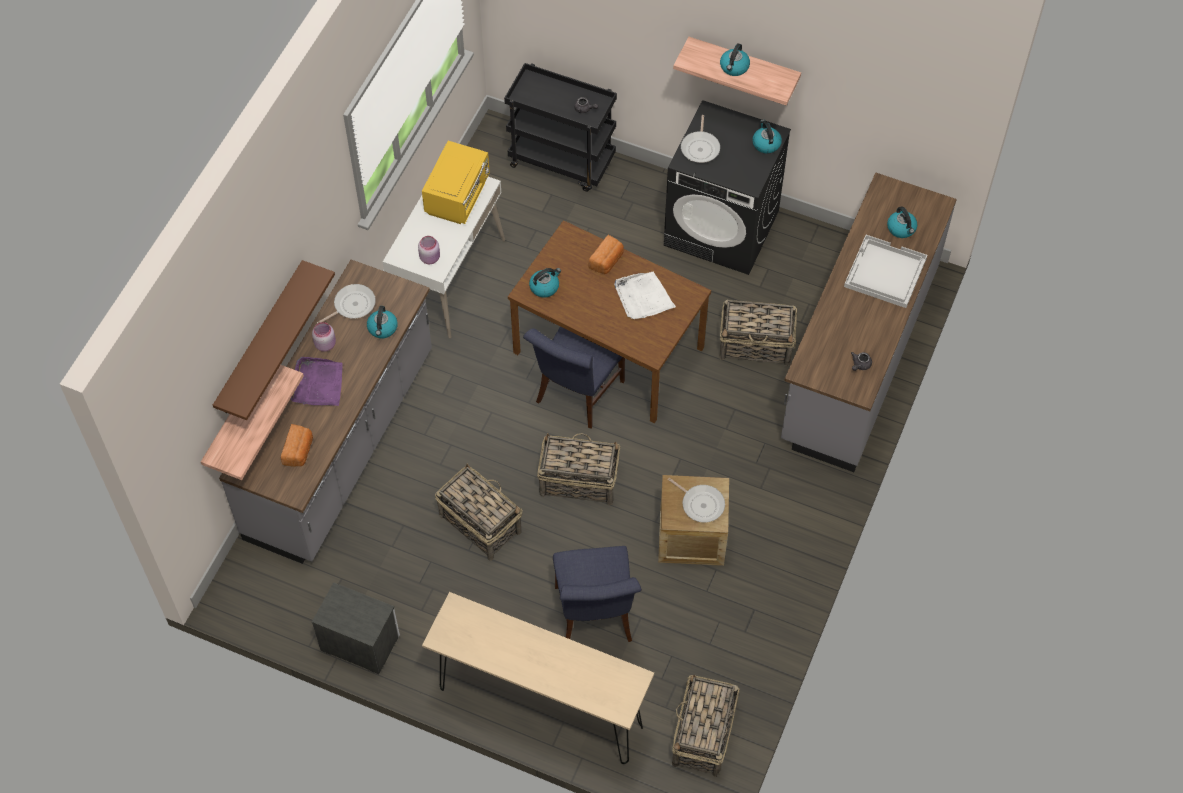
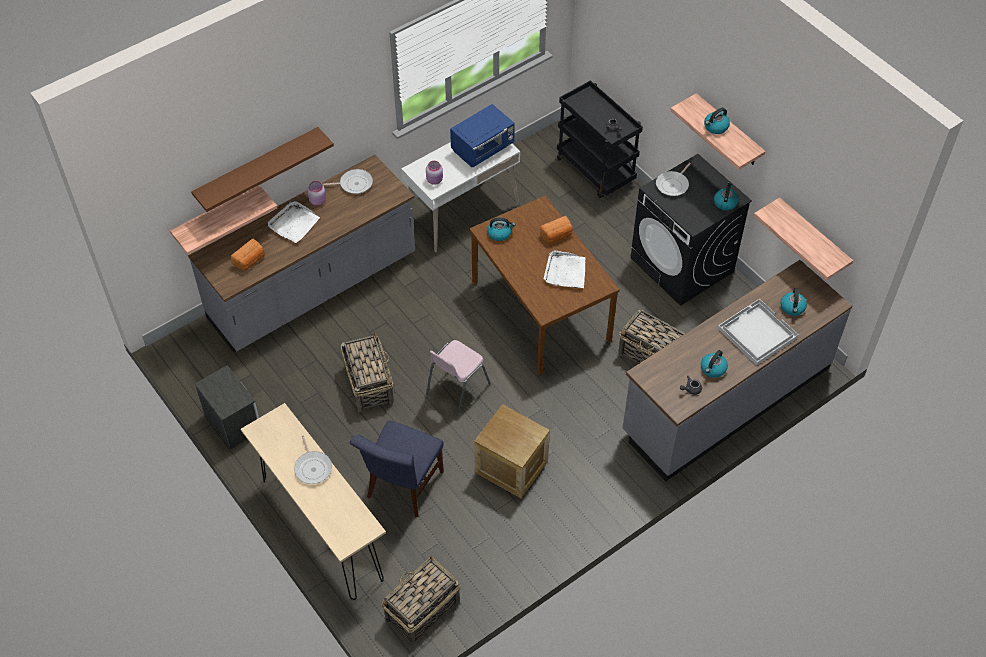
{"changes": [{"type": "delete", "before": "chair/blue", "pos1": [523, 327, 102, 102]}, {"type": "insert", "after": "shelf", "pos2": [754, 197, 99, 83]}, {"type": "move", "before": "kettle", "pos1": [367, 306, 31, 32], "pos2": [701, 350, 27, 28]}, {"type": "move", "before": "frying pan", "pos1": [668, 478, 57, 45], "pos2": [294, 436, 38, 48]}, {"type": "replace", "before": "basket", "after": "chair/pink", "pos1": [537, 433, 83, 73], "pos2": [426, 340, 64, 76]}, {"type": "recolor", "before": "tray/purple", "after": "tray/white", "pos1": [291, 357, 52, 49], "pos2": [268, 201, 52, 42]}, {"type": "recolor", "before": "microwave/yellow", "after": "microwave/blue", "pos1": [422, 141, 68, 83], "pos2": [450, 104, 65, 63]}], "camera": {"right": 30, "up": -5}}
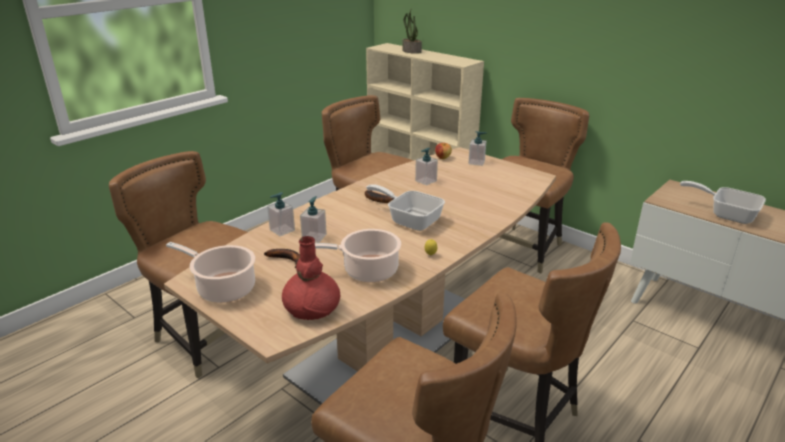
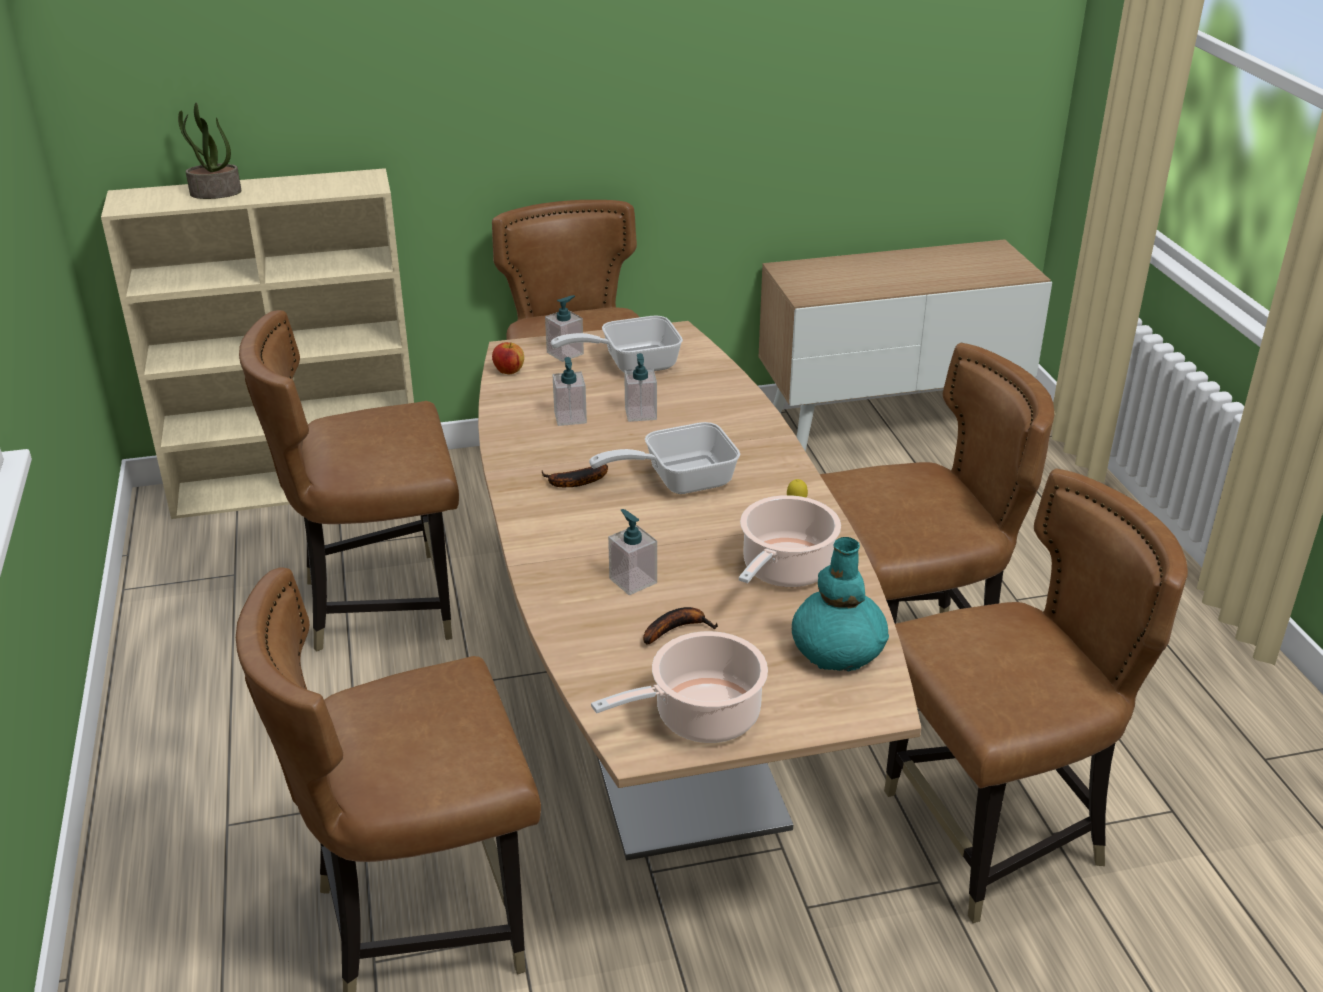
{"changes": [{"type": "move", "before": "soap dispenser", "pos1": [267, 192, 28, 44], "pos2": [624, 353, 33, 69]}, {"type": "move", "before": "frying pan", "pos1": [680, 181, 86, 43], "pos2": [551, 316, 132, 56]}, {"type": "recolor", "before": "vase/red", "after": "vase/turquoise", "pos1": [282, 236, 58, 84], "pos2": [792, 537, 97, 135]}], "camera": {"right": -55, "up": 5}}
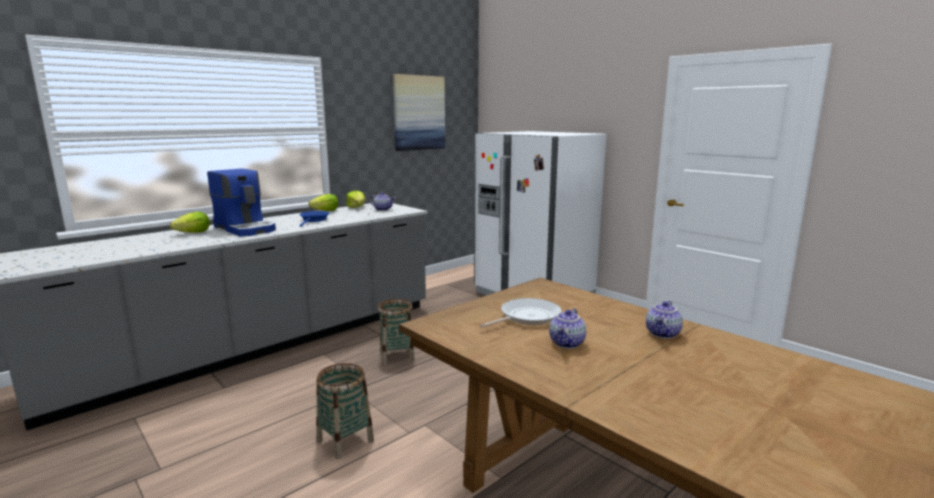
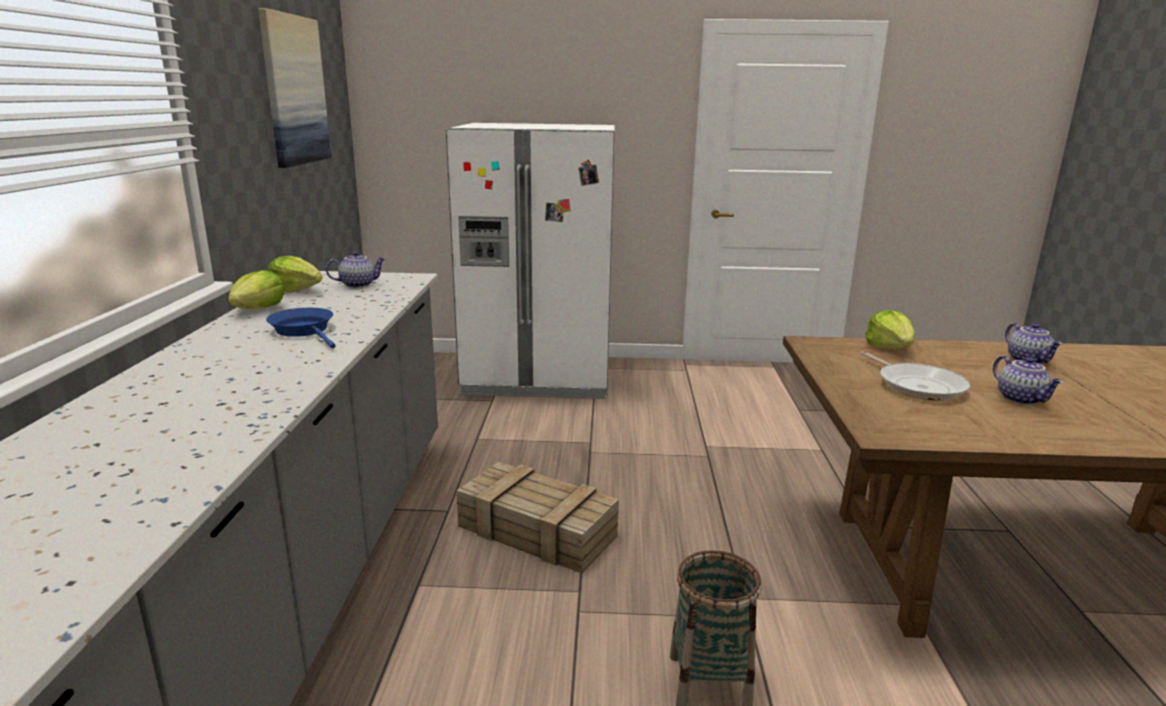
{"changes": [{"type": "delete", "before": "coffee machine", "pos1": [207, 169, 69, 67]}, {"type": "move", "before": "lettuce", "pos1": [170, 212, 40, 21], "pos2": [865, 310, 50, 39]}, {"type": "replace", "before": "basket", "after": "crate", "pos1": [378, 299, 37, 66], "pos2": [456, 462, 163, 111]}, {"type": "rotate", "before": "frying pan", "pos1": [480, 298, 82, 30], "pos2": [860, 351, 110, 49], "turn": 150}], "camera": {"right": -45, "up": 5}}
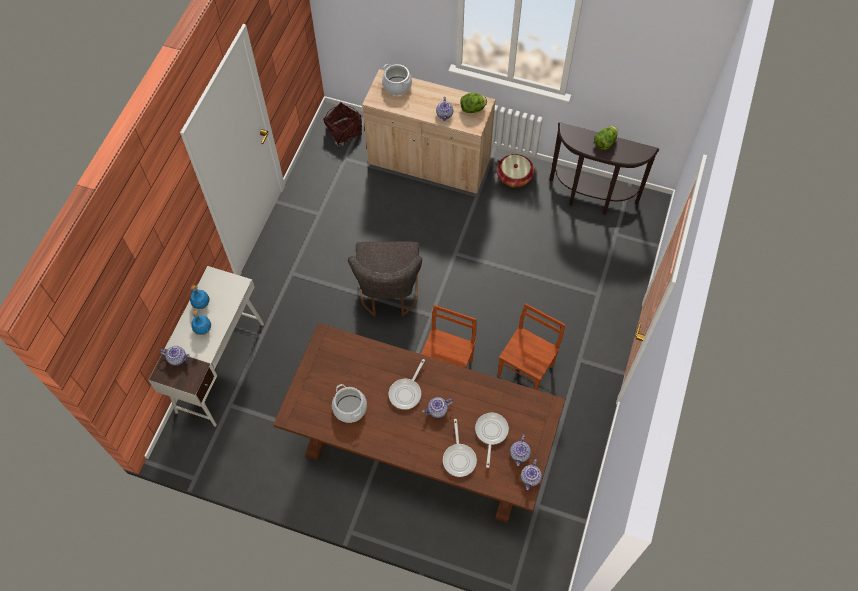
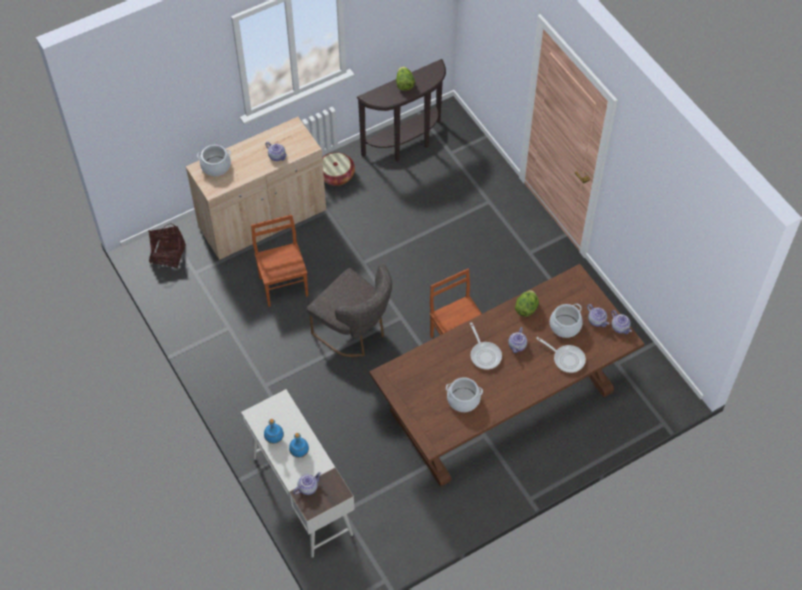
{"changes": [{"type": "move", "before": "lettuce", "pos1": [460, 93, 27, 20], "pos2": [515, 290, 24, 27]}, {"type": "move", "before": "chair/brown", "pos1": [498, 303, 67, 87], "pos2": [251, 215, 57, 92]}, {"type": "replace", "before": "frying pan", "after": "cooking pot", "pos1": [475, 413, 34, 55], "pos2": [550, 304, 33, 34]}], "camera": {"right": -50, "up": -5}}
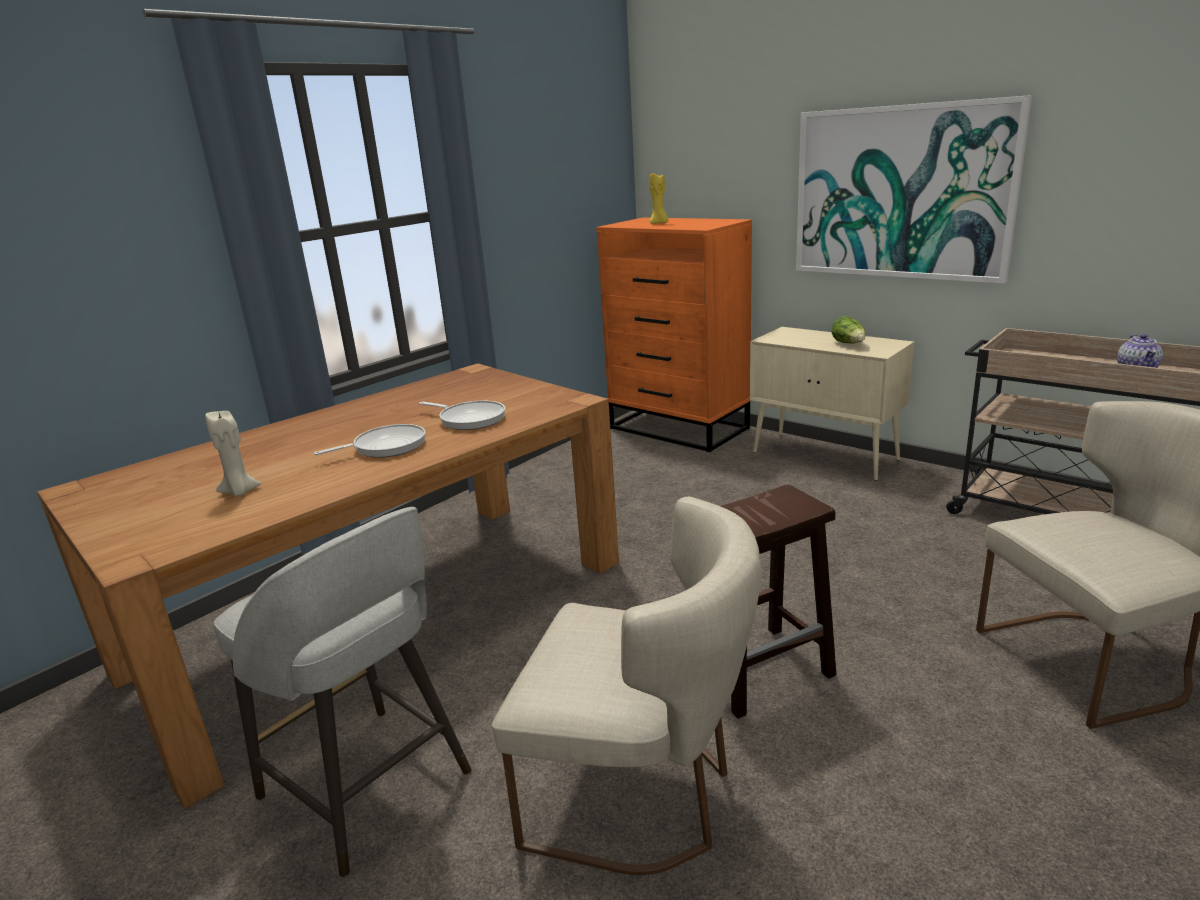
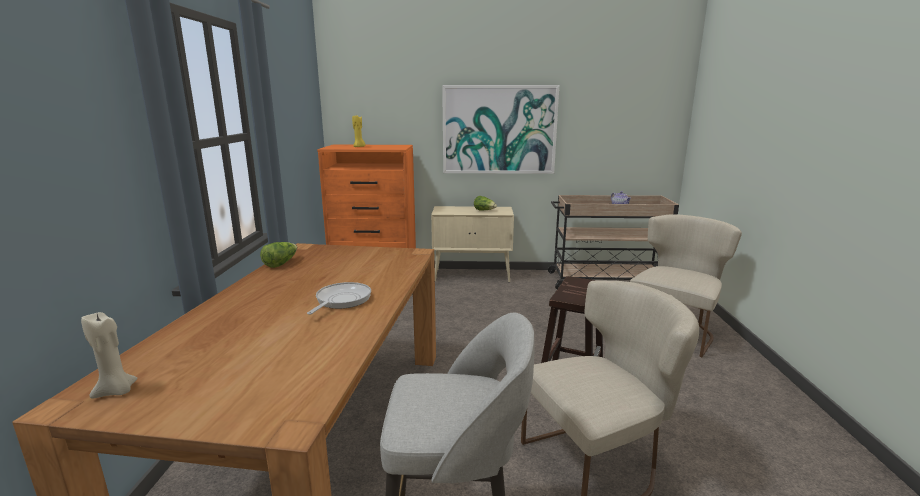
{"changes": [{"type": "delete", "before": "frying pan", "pos1": [419, 401, 86, 29]}, {"type": "insert", "after": "lettuce", "pos2": [260, 242, 37, 26]}, {"type": "move", "before": "candle/beige", "pos1": [205, 410, 56, 86], "pos2": [81, 312, 56, 86]}], "camera": {"right": -40, "up": -5}}
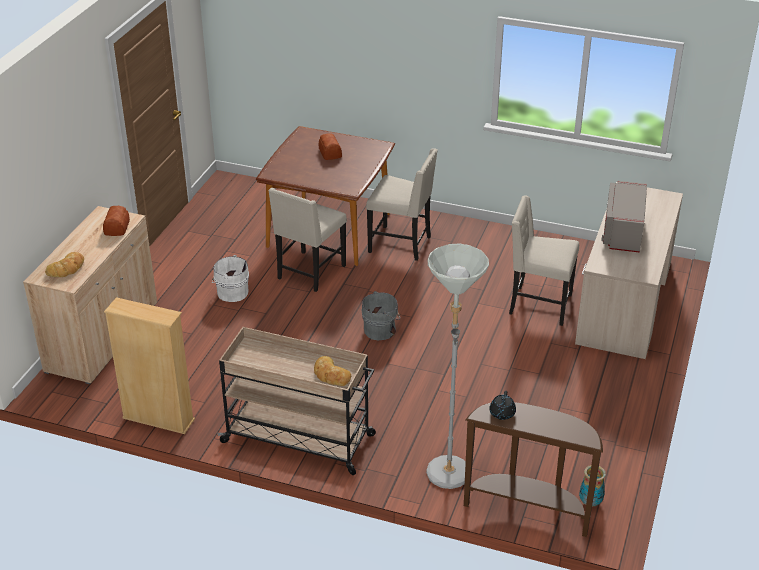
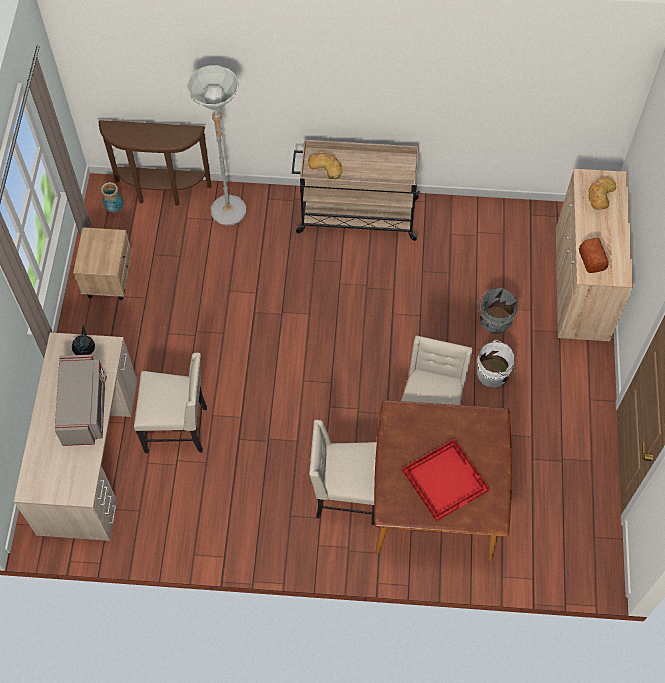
{"changes": [{"type": "delete", "before": "bookcase/beige", "pos1": [104, 297, 91, 137]}, {"type": "insert", "after": "nightstand/beige", "pos2": [73, 227, 59, 73]}, {"type": "move", "before": "bucket/grey", "pos1": [362, 291, 38, 49], "pos2": [477, 288, 41, 46]}, {"type": "move", "before": "teapot/black", "pos1": [489, 391, 27, 29], "pos2": [72, 325, 23, 30]}, {"type": "replace", "before": "bread", "after": "tray/red", "pos1": [319, 133, 23, 27], "pos2": [402, 439, 88, 82]}], "camera": {"right": 165, "up": 25}}
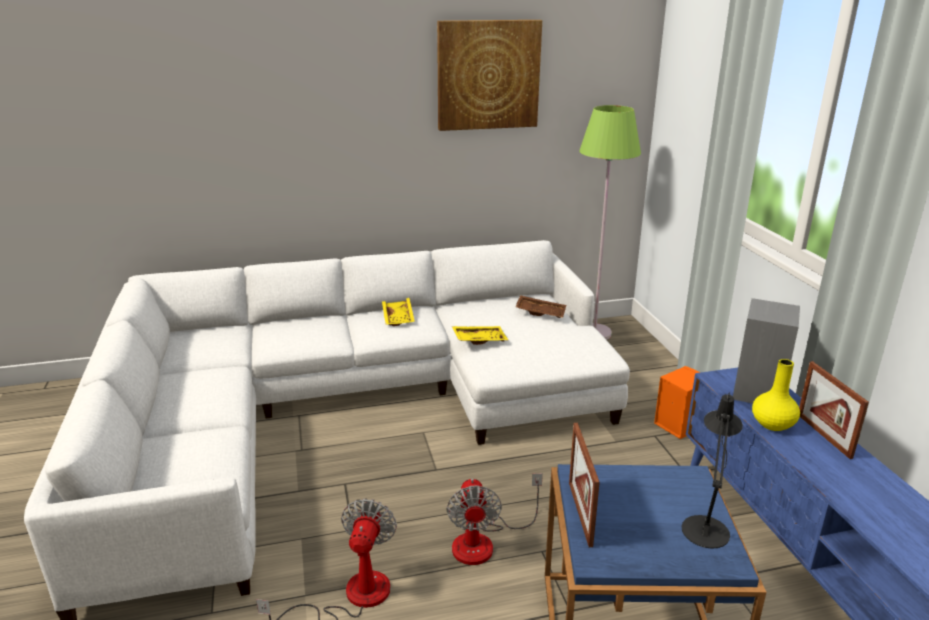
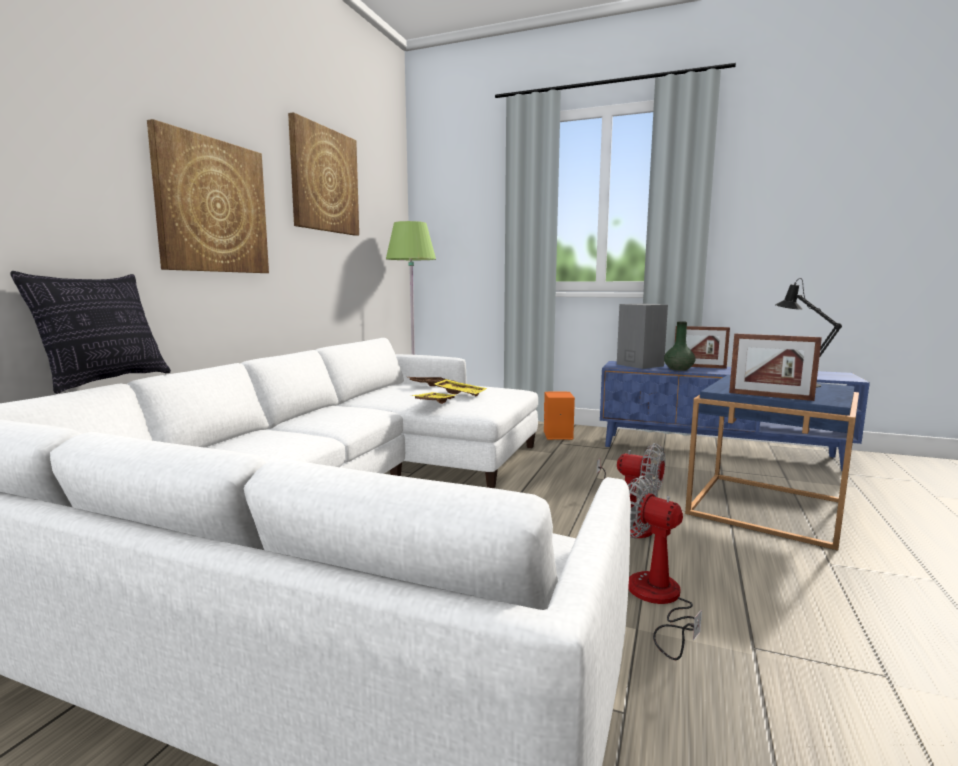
{"changes": [{"type": "insert", "after": "pillow", "pos2": [10, 271, 161, 123]}, {"type": "insert", "after": "picture", "pos2": [147, 119, 122, 154]}, {"type": "move", "before": "tray/yellow", "pos1": [382, 298, 33, 28], "pos2": [434, 379, 53, 17]}, {"type": "recolor", "before": "vase/yellow", "after": "vase/green", "pos1": [752, 359, 48, 72], "pos2": [664, 321, 31, 50]}], "camera": {"right": -55, "up": -15}}
